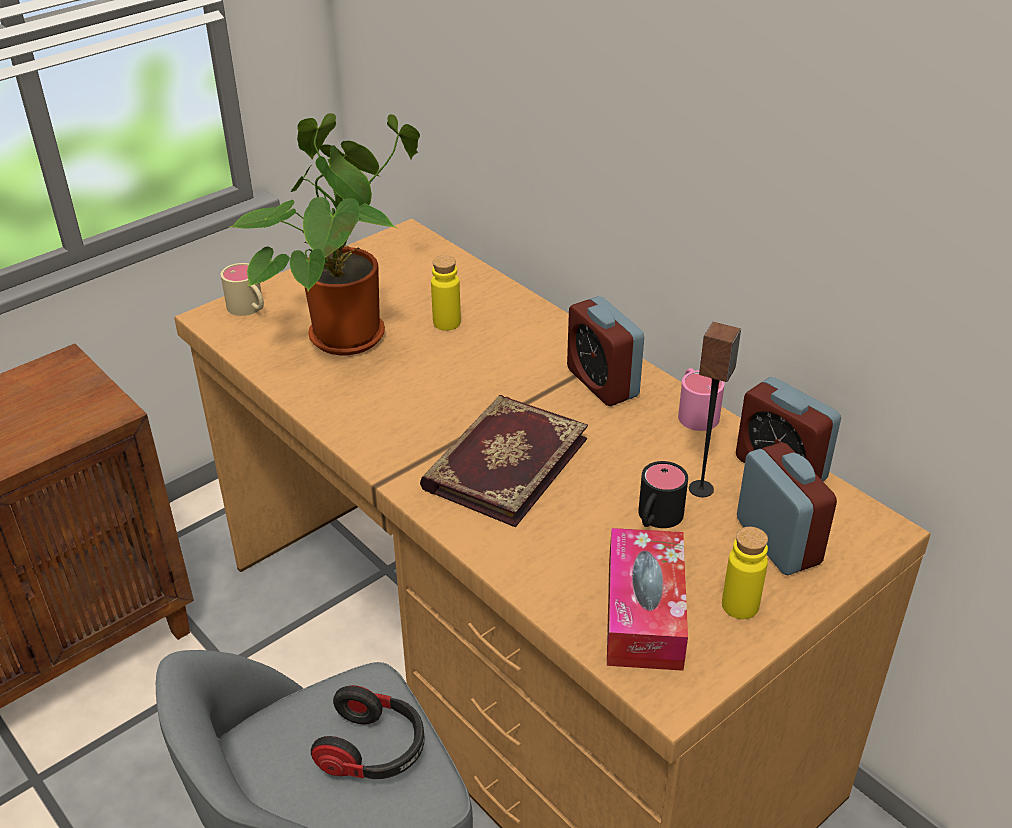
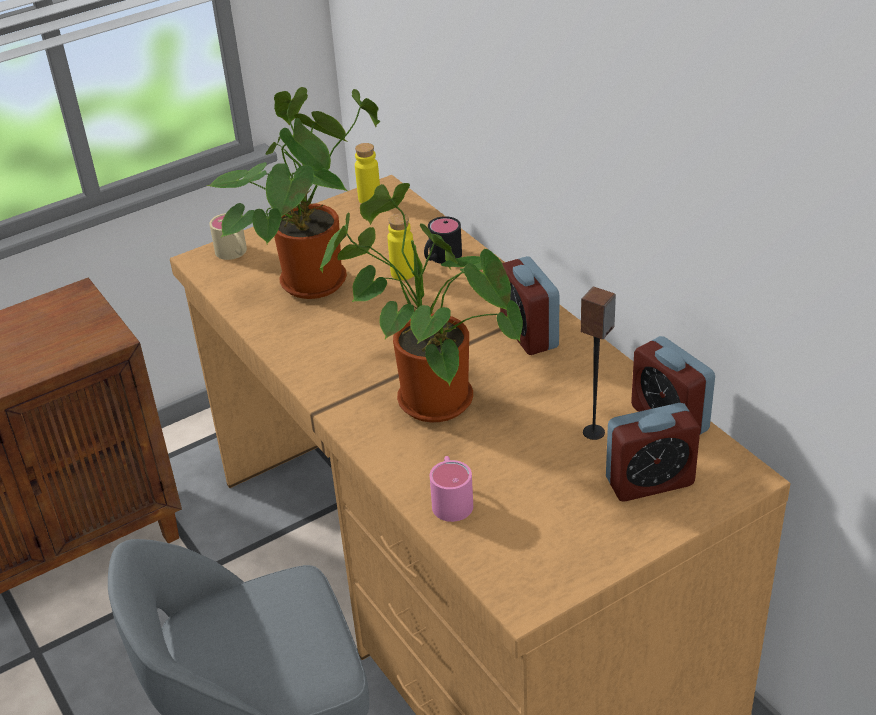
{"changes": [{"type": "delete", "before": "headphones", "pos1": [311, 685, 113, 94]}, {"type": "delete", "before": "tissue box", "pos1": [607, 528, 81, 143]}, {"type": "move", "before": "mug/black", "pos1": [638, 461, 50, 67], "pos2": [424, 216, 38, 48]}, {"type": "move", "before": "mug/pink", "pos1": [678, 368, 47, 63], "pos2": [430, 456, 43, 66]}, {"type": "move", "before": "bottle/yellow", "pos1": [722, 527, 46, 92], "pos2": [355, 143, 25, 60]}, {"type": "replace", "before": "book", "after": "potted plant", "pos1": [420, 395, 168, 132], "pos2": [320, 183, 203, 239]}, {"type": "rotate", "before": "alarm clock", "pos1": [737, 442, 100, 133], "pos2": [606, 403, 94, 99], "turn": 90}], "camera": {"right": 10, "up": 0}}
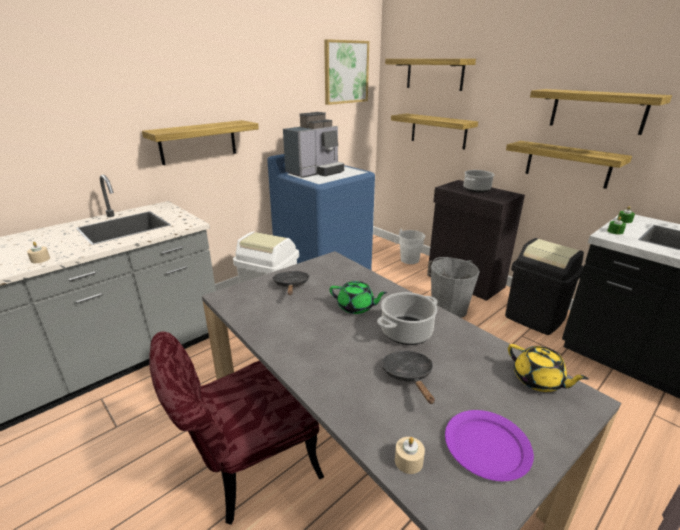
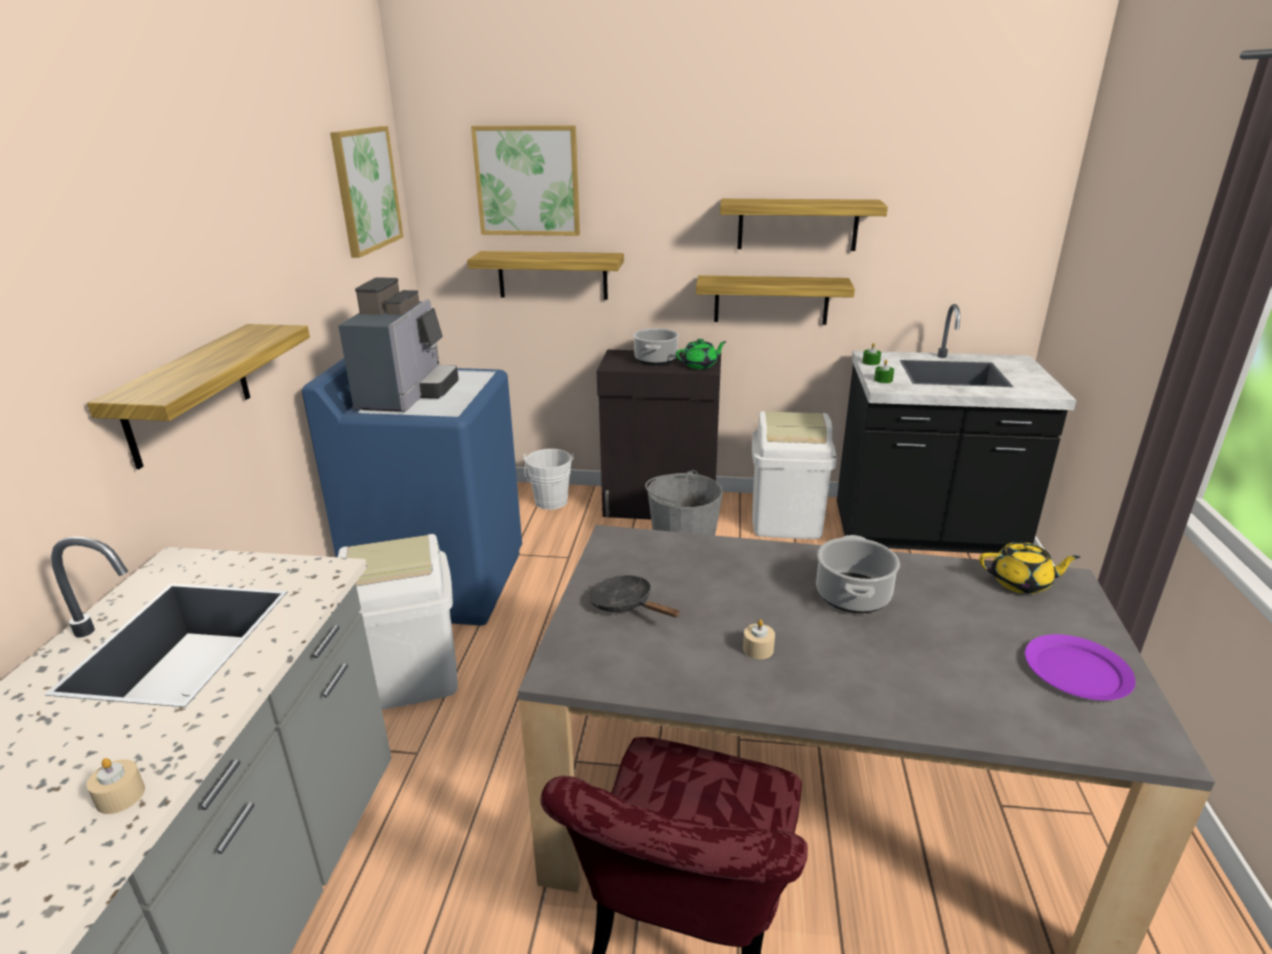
{"changes": [{"type": "delete", "before": "frying pan/black", "pos1": [382, 351, 53, 53]}, {"type": "move", "before": "teapot/green", "pos1": [329, 281, 58, 33], "pos2": [676, 339, 51, 30]}, {"type": "move", "before": "candle/beige", "pos1": [395, 437, 30, 37], "pos2": [743, 619, 32, 40]}, {"type": "replace", "before": "shelf", "after": "picture", "pos1": [385, 59, 91, 32], "pos2": [471, 125, 109, 111]}, {"type": "recolor", "before": "trash can/black", "after": "trash can/white", "pos1": [505, 238, 79, 97], "pos2": [752, 411, 85, 128]}], "camera": {"right": -40, "up": 0}}
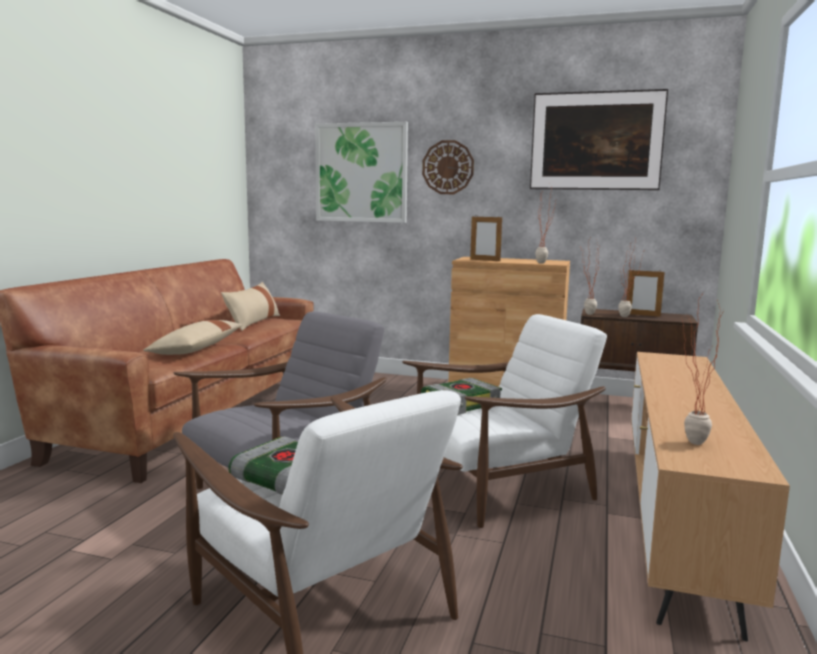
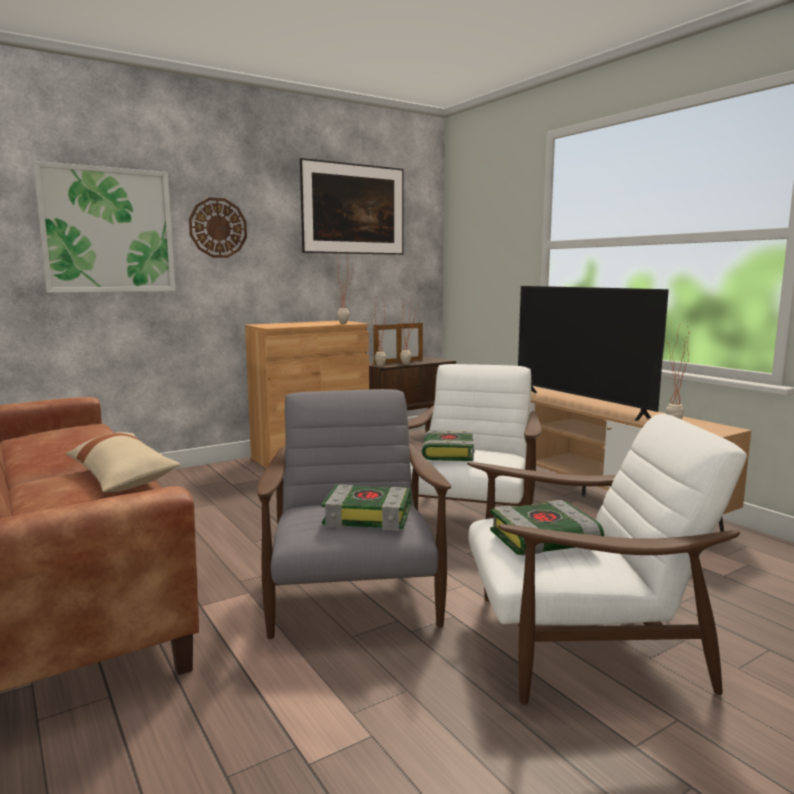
{"changes": [{"type": "delete", "before": "pillow/beige", "pos1": [221, 282, 59, 49]}, {"type": "insert", "after": "book", "pos2": [321, 485, 90, 45]}, {"type": "insert", "after": "television", "pos2": [518, 286, 151, 135]}, {"type": "move", "before": "picture frame", "pos1": [470, 217, 32, 44], "pos2": [374, 324, 27, 40]}], "camera": {"right": -50, "up": 0}}
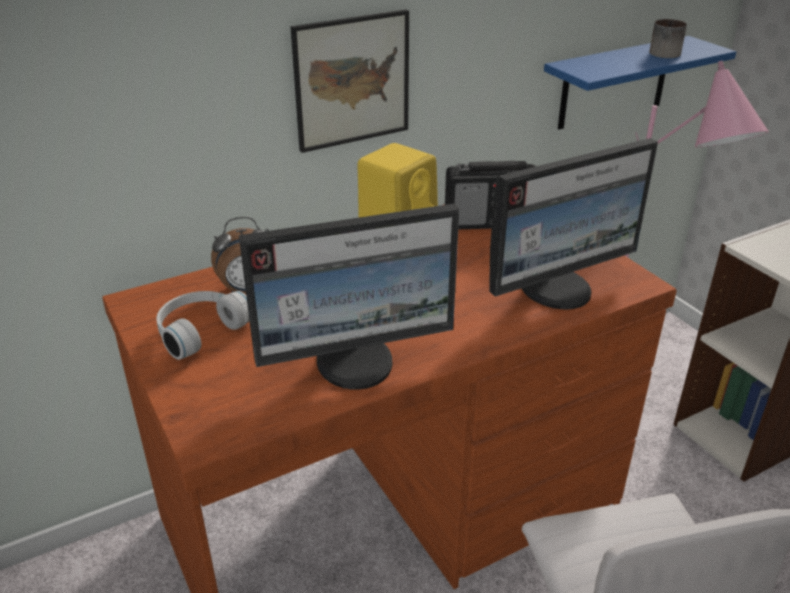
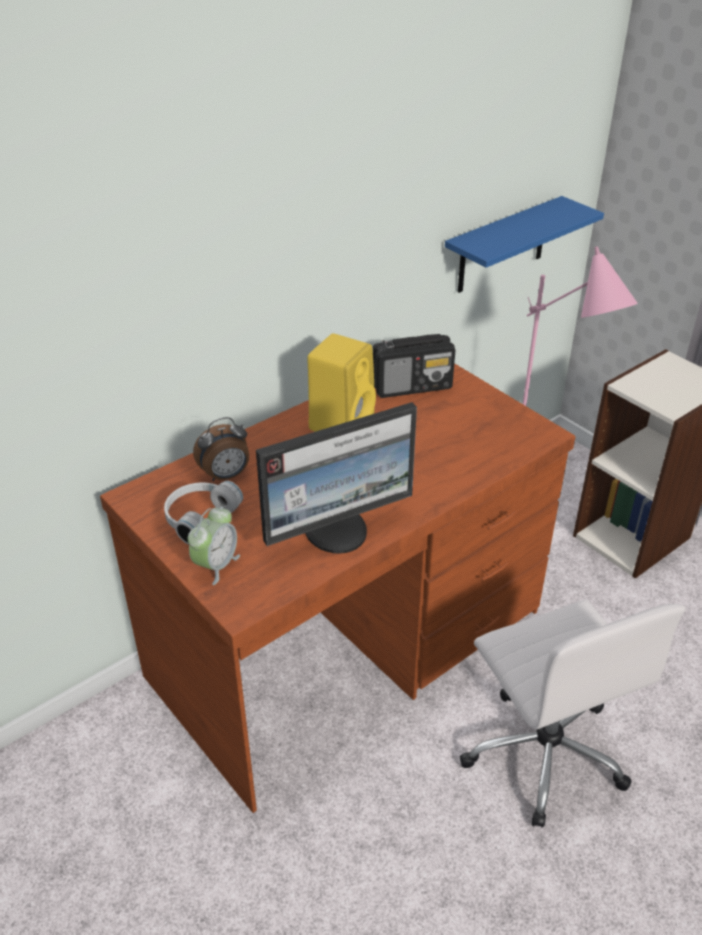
{"changes": [{"type": "delete", "before": "picture", "pos1": [291, 9, 118, 144]}, {"type": "delete", "before": "monitor", "pos1": [489, 138, 169, 172]}, {"type": "delete", "before": "mug", "pos1": [649, 19, 38, 39]}, {"type": "insert", "after": "alarm clock", "pos2": [188, 506, 52, 79]}], "camera": {"right": -10, "up": 5}}
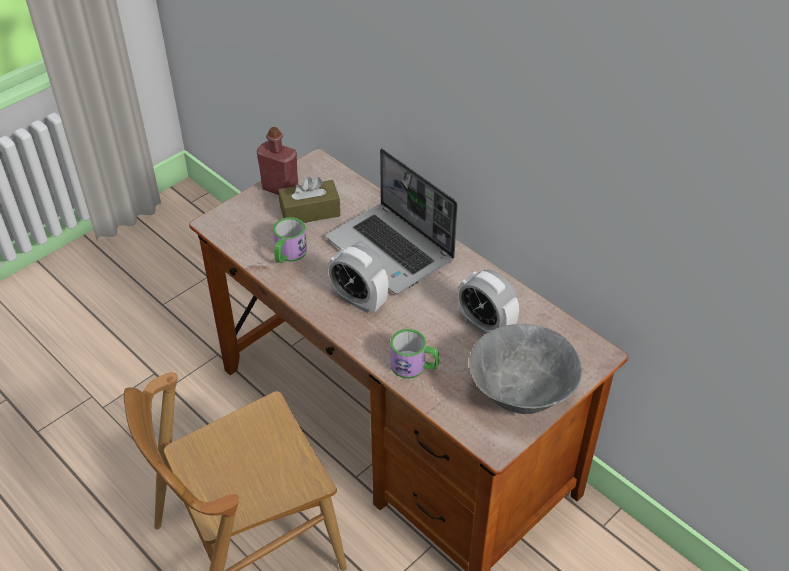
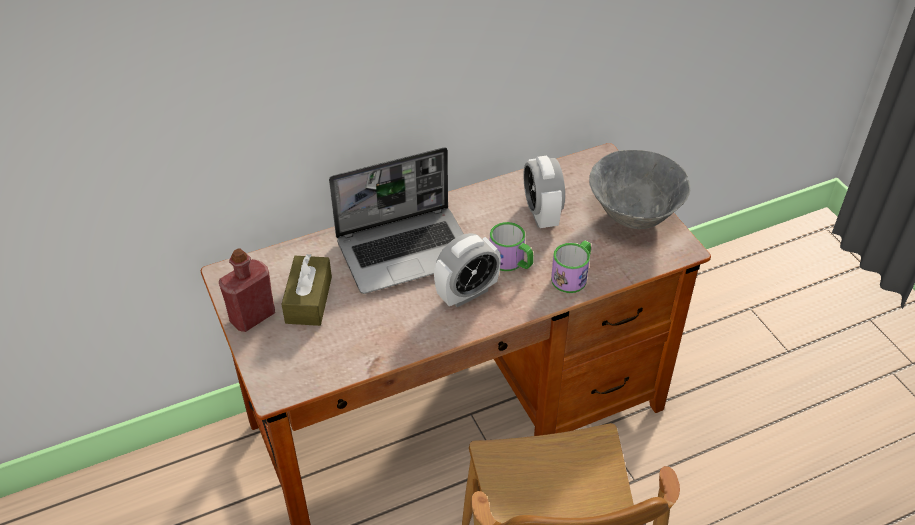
{"changes": [{"type": "move", "before": "mug", "pos1": [273, 217, 34, 46], "pos2": [490, 222, 44, 49]}, {"type": "rotate", "before": "alarm clock", "pos1": [458, 270, 61, 64], "pos2": [524, 156, 41, 72], "turn": 105}], "camera": {"right": -70, "up": 0}}
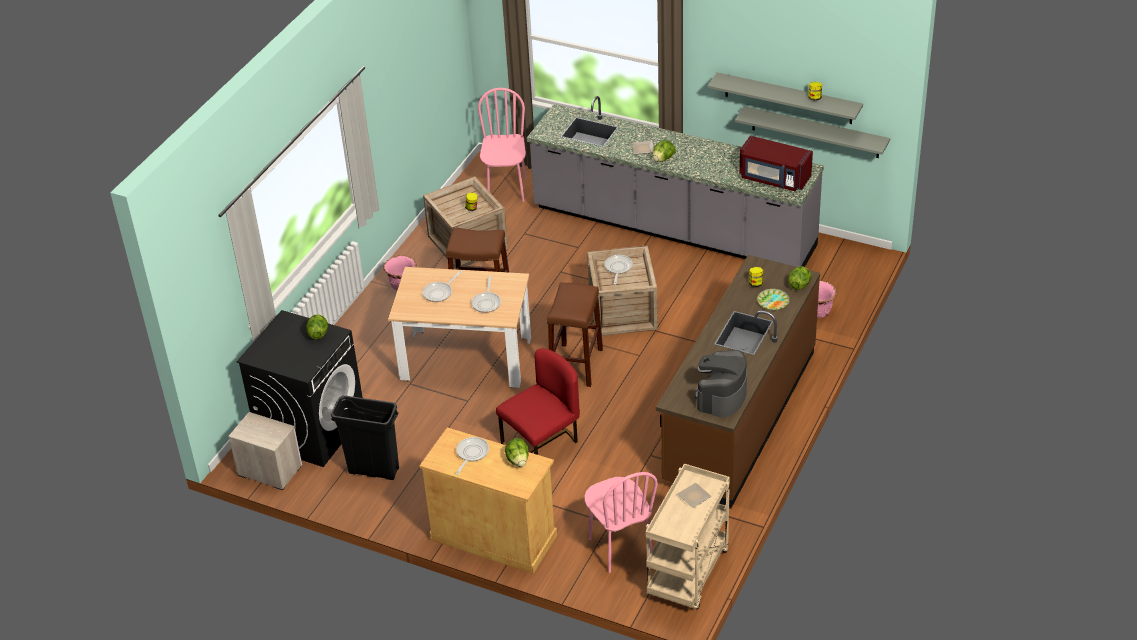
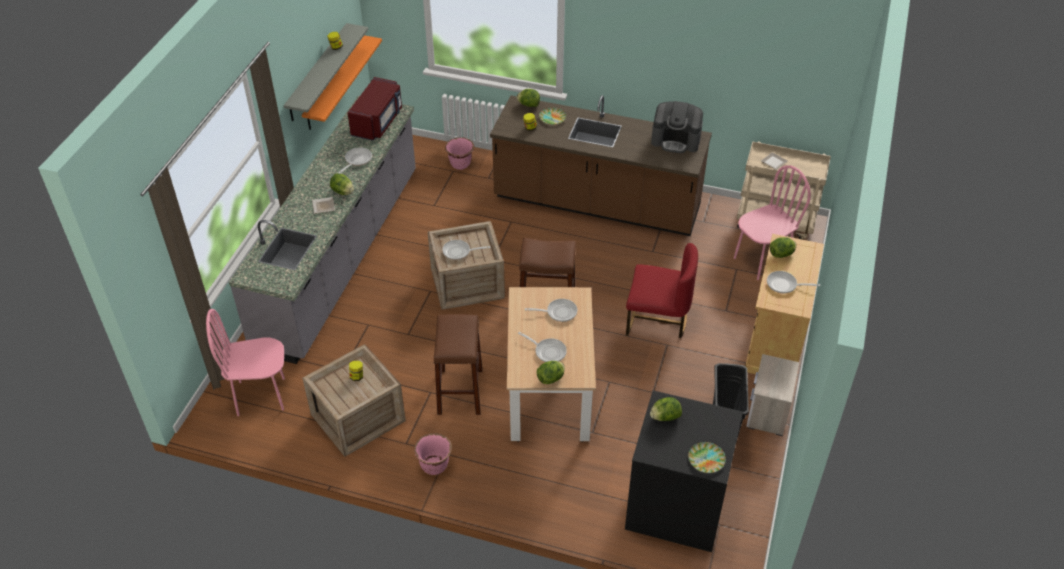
{"changes": [{"type": "insert", "after": "frying pan", "pos2": [338, 147, 34, 27]}, {"type": "insert", "after": "lettuce", "pos2": [537, 361, 28, 23]}, {"type": "insert", "after": "plate", "pos2": [688, 442, 38, 31]}, {"type": "move", "before": "nightstand", "pos1": [228, 412, 74, 78], "pos2": [746, 354, 53, 82]}, {"type": "recolor", "before": "shelf/grey", "after": "shelf/orange", "pos1": [735, 106, 155, 52], "pos2": [302, 35, 80, 95]}, {"type": "rotate", "before": "chair/red", "pos1": [496, 348, 84, 107], "pos2": [626, 243, 72, 95], "turn": 150}], "camera": {"right": -100, "up": 5}}
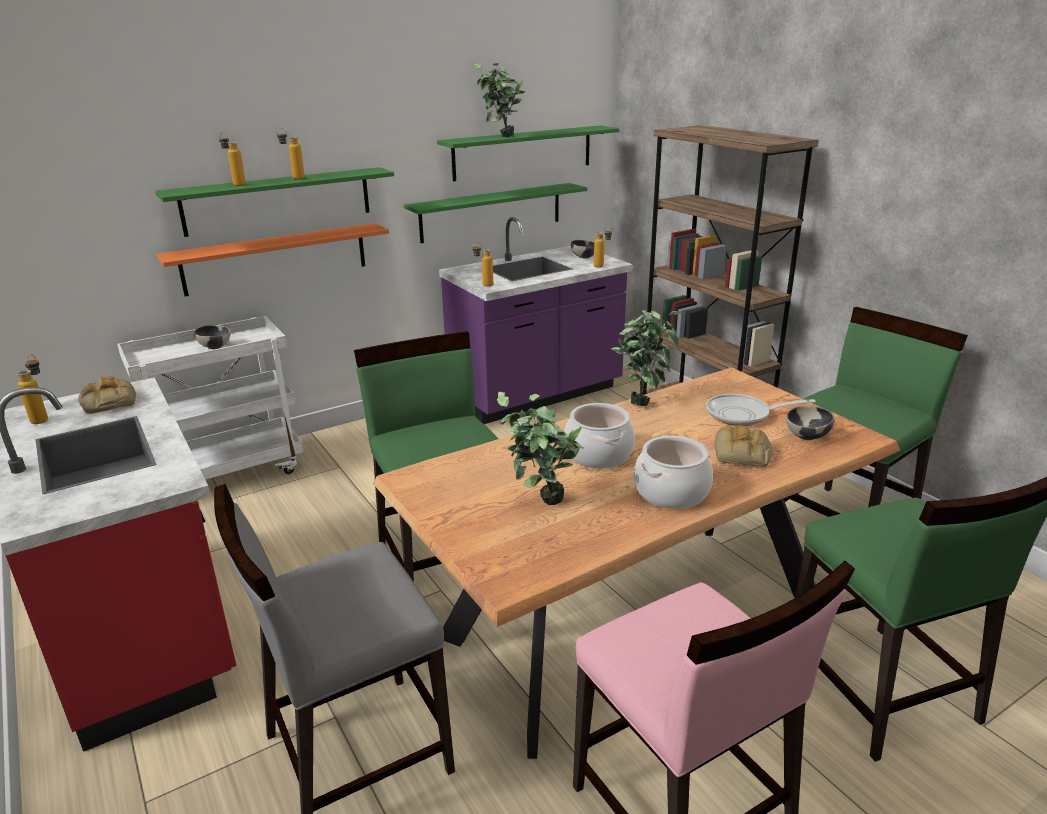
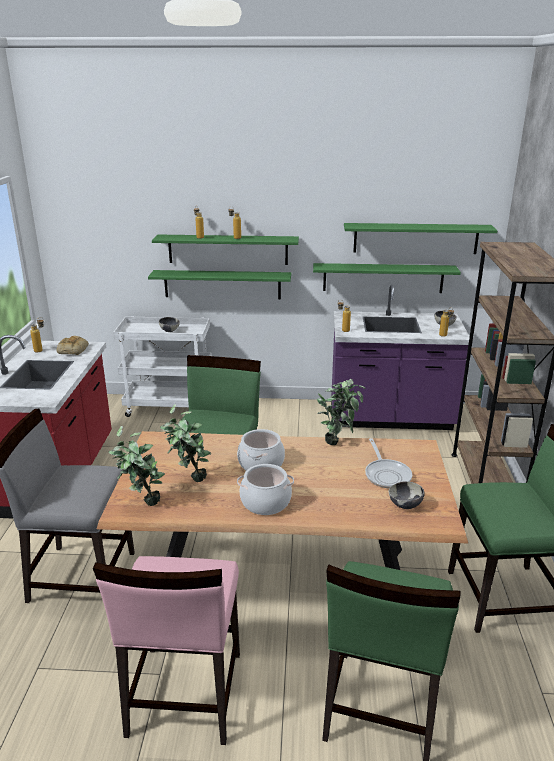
{"changes": [{"type": "delete", "before": "bread", "pos1": [714, 425, 58, 42]}, {"type": "move", "before": "potted plant", "pos1": [475, 63, 50, 74], "pos2": [108, 426, 57, 80]}, {"type": "recolor", "before": "shelf/orange", "after": "shelf/green", "pos1": [156, 223, 233, 73], "pos2": [148, 270, 143, 29]}, {"type": "rotate", "before": "frying pan", "pos1": [706, 394, 109, 32], "pos2": [365, 438, 47, 50], "turn": -135}], "camera": {"right": 35, "up": 0}}
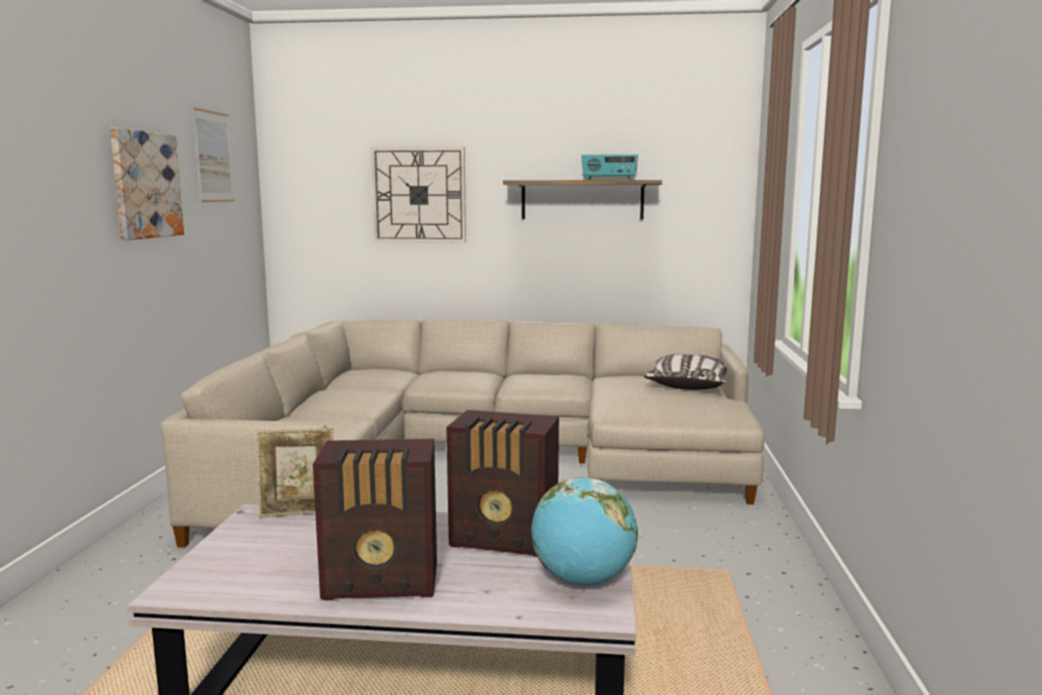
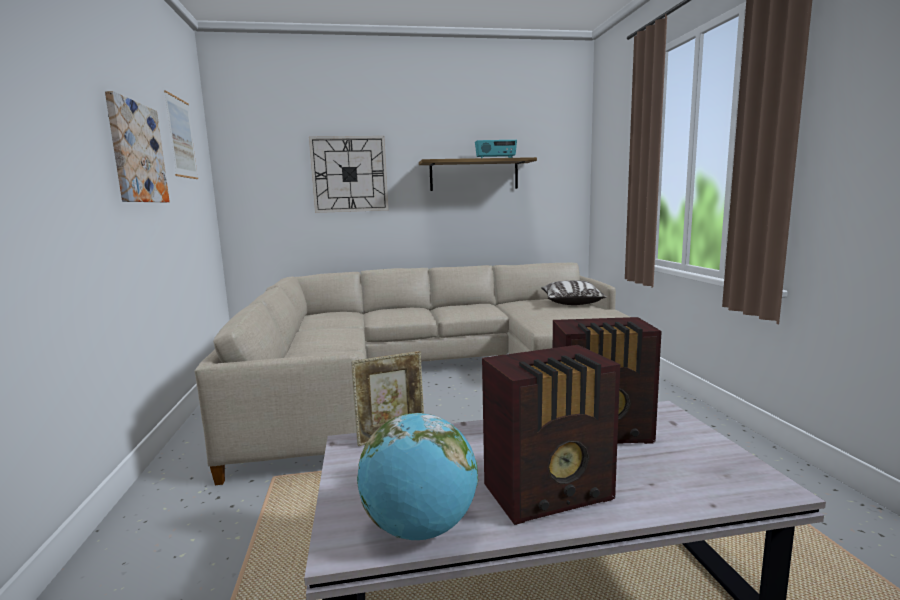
{"changes": [{"type": "move", "before": "globe", "pos1": [531, 477, 107, 109], "pos2": [357, 413, 121, 127]}], "camera": {"right": -15, "up": 0}}
